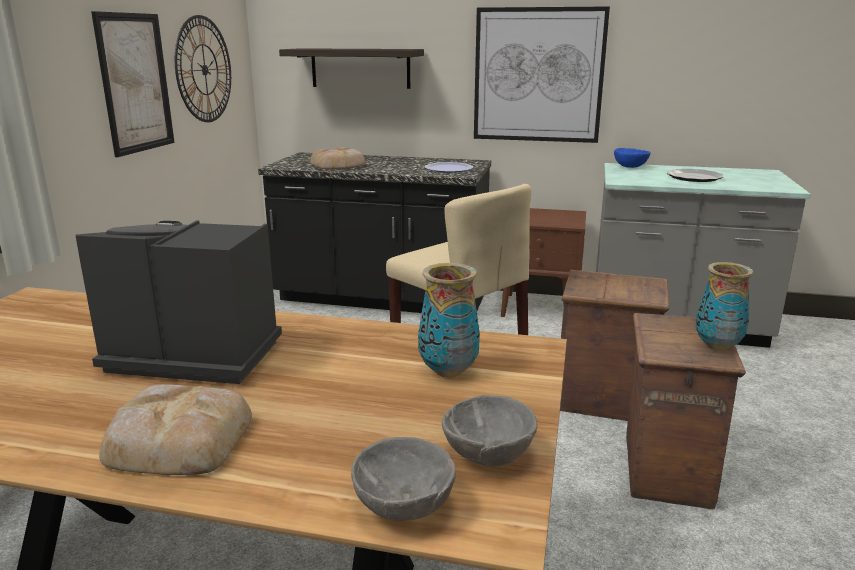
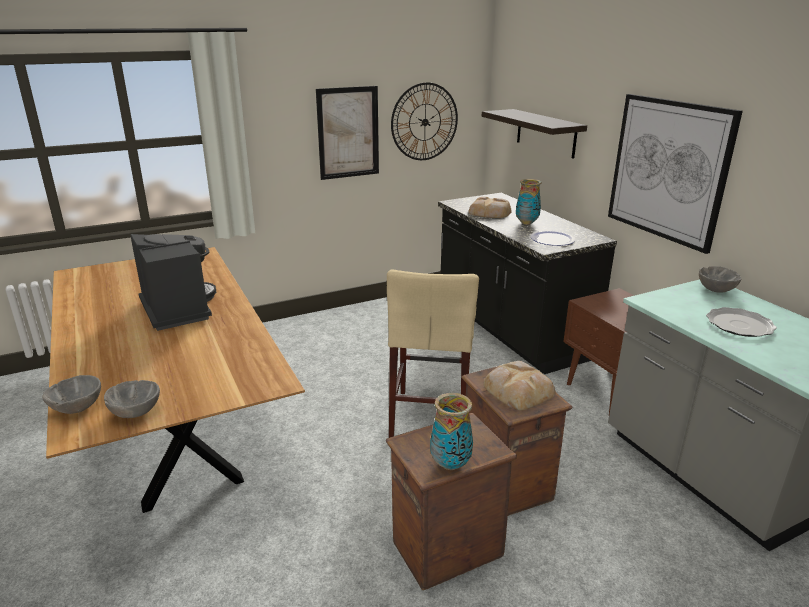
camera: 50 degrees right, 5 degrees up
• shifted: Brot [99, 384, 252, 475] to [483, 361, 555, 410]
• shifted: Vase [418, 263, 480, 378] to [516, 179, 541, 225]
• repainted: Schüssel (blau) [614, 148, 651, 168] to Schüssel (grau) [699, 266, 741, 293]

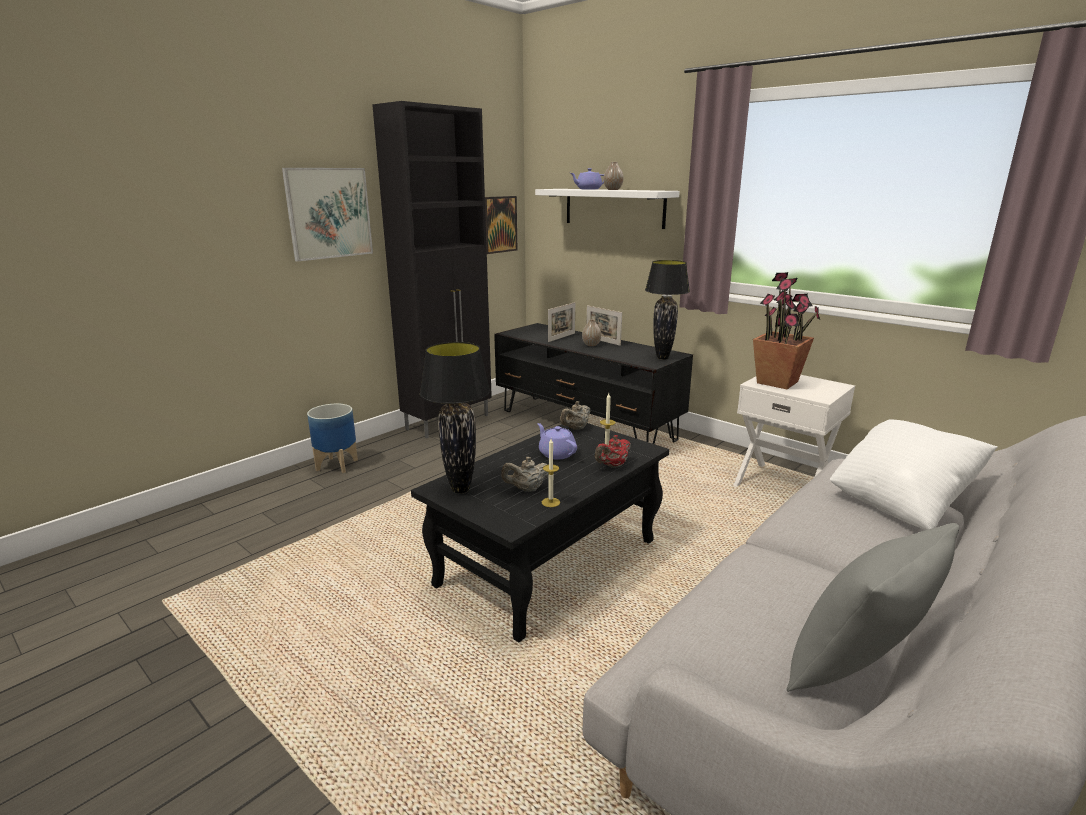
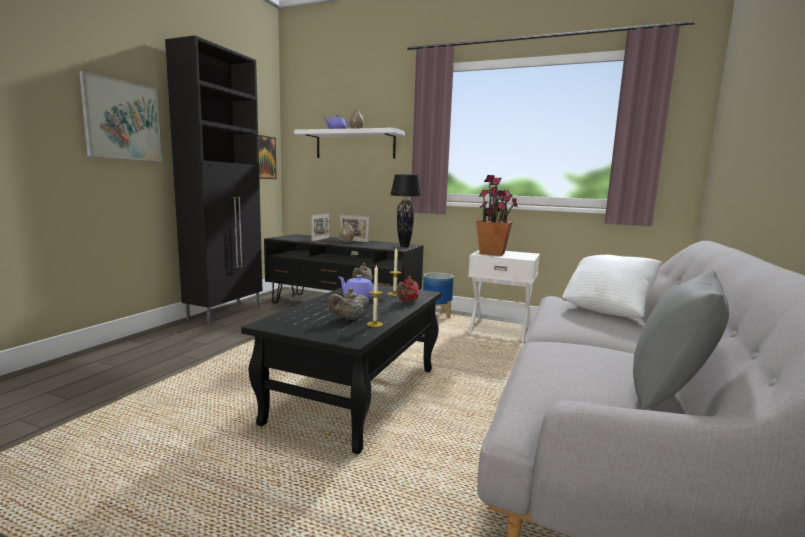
camera: 20 degrees left, 10 degrees down
• shifted: Pflanzkübel [307, 404, 358, 473] to [423, 273, 454, 318]
• gone: Tischlampe (schwarz) [420, 342, 490, 494]

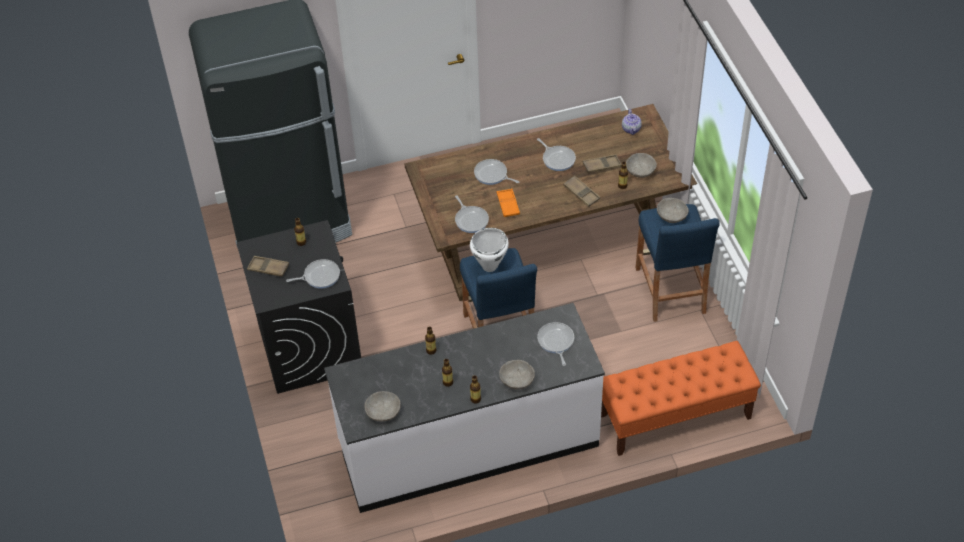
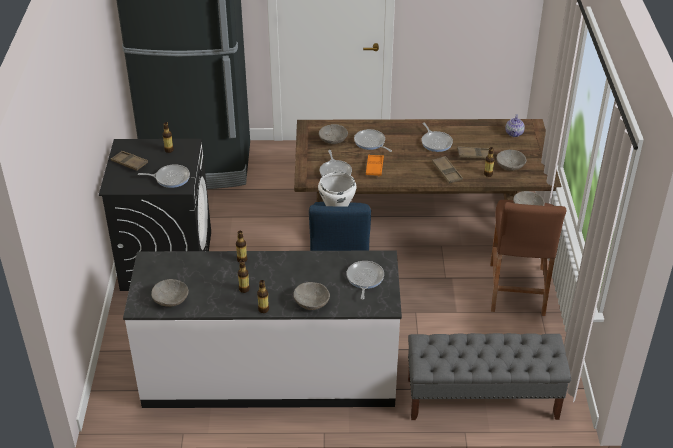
camera: 15 degrees right, 10 degrees down
• new: Schüssel (grau) [319, 124, 348, 144]
• repainted: Bank (orange) [601, 341, 761, 456] to Bank (grau) [408, 333, 571, 420]
• repainted: Hocker (blau) [636, 204, 720, 322] to Hocker (braun) [490, 200, 566, 316]

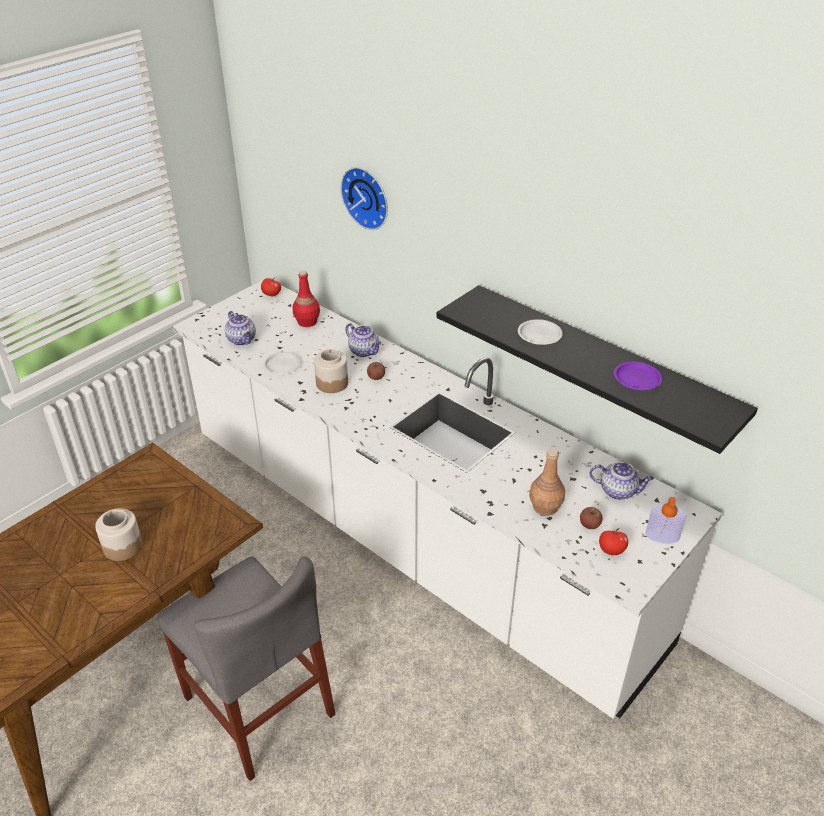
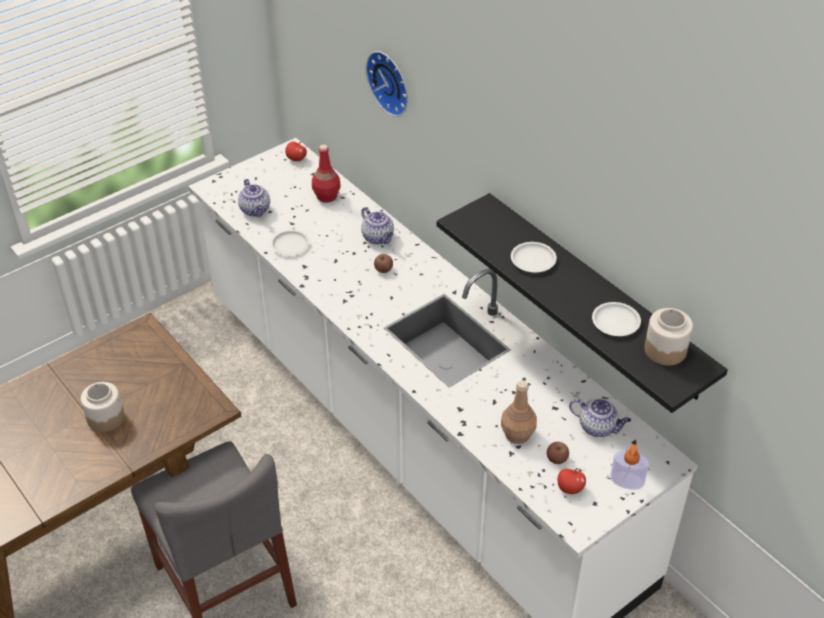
camera: 10 degrees right, 5 degrees up
• repainted: Teller (lila) [614, 361, 662, 390] to Teller (weiß) [592, 302, 641, 336]
• shifted: Vorratsglas [314, 349, 348, 393] to [644, 308, 693, 366]

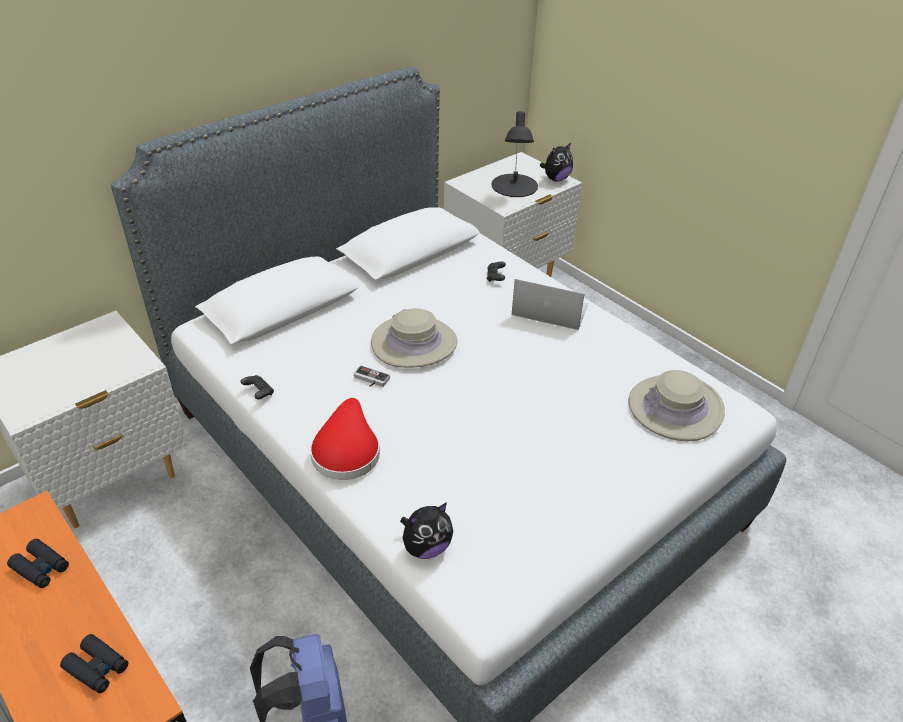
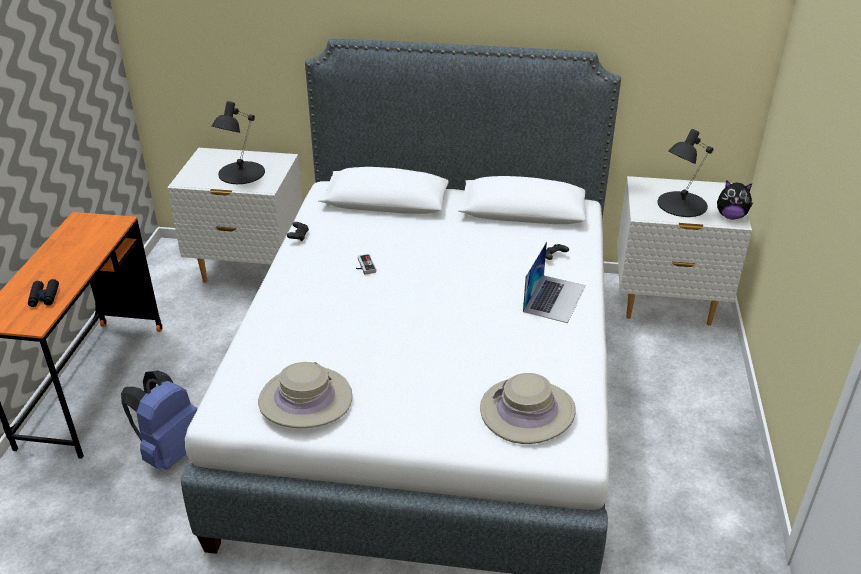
camera: 50 degrees right, 5 degrees down
• new: Tischlampe (schwarz) [212, 101, 265, 184]
• shifted: Hut (beige) [371, 308, 458, 368] to [258, 362, 353, 428]
• rotated: Laptop [512, 279, 588, 330] = [523, 241, 586, 323] 45 degrees clockwise
• gone: Fernglas (schwarz) [7, 539, 69, 588]
• gone: Hut (rot) [310, 398, 380, 480]
• gone: Plüschtier [400, 502, 453, 559]

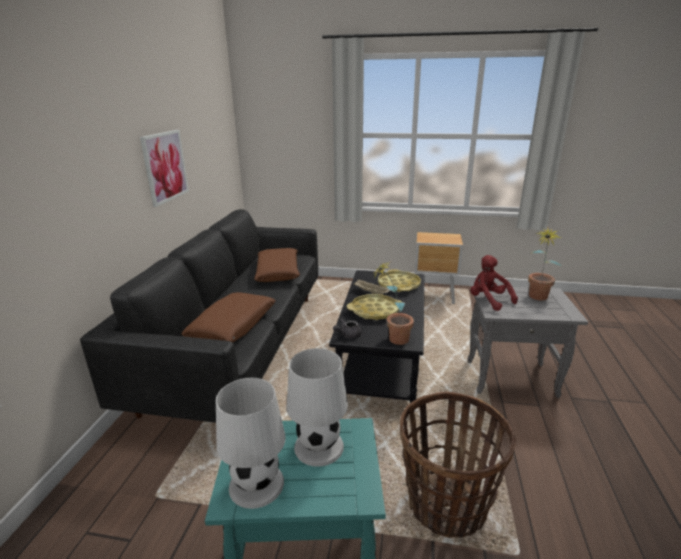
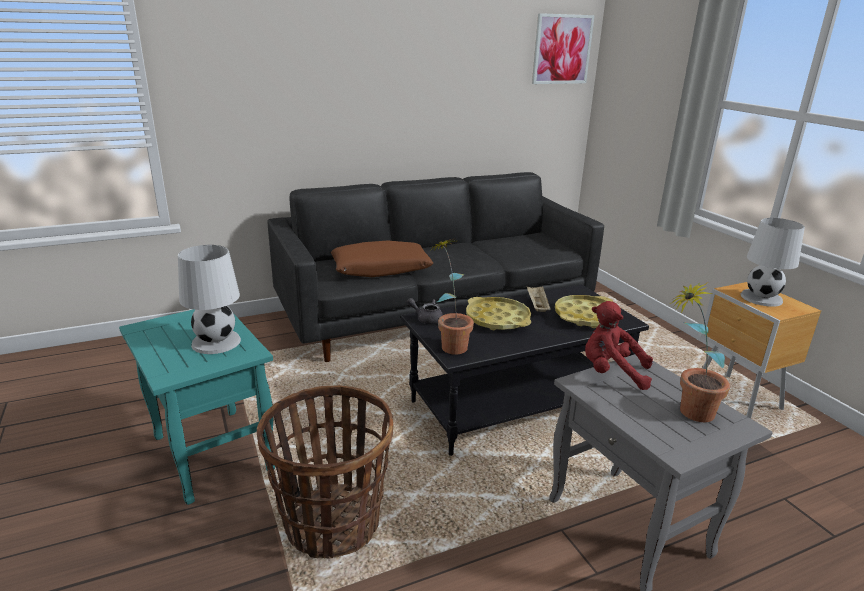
camera: 55 degrees right, 0 degrees up
• shifted: Bild [140, 130, 189, 207] to [532, 13, 595, 84]
• rotated: Plüschtier (rot) [470, 255, 518, 311] = [585, 301, 653, 390] 90 degrees counterclockwise
• shifted: Tischlampe (weiß) [216, 378, 286, 509] to [740, 218, 805, 307]
• gone: Kissen (braun) [254, 248, 300, 282]

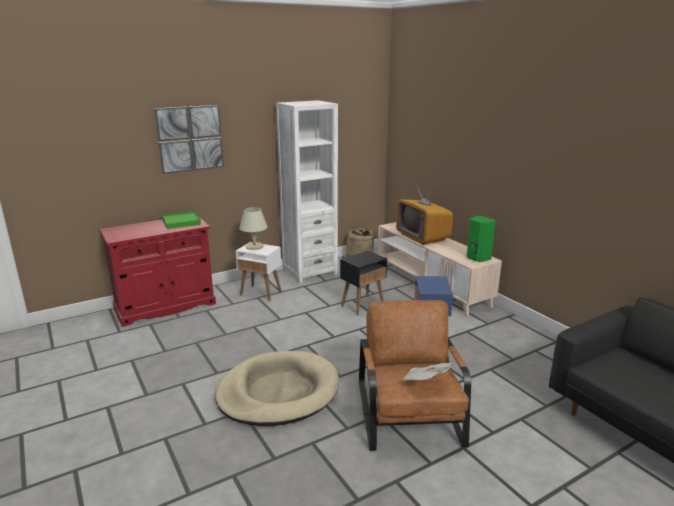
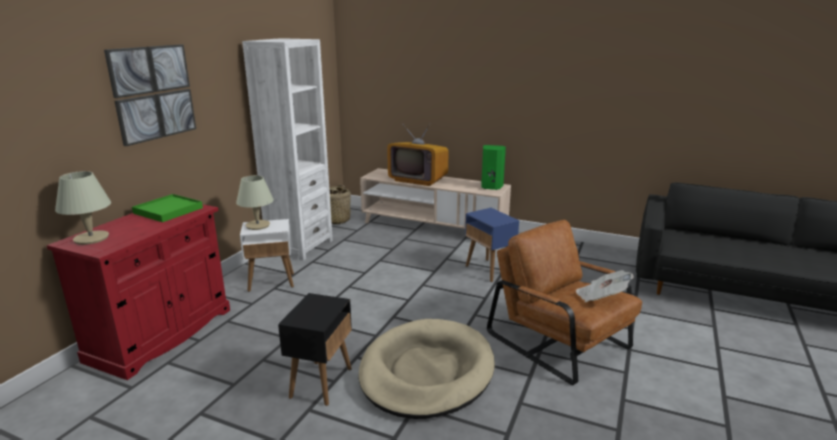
camera: 35 degrees left, 0 degrees up
• new: Tischlampe (beige) [55, 171, 111, 245]
• shifted: Beistelltisch (schwarz) [340, 251, 387, 315] to [278, 293, 352, 406]

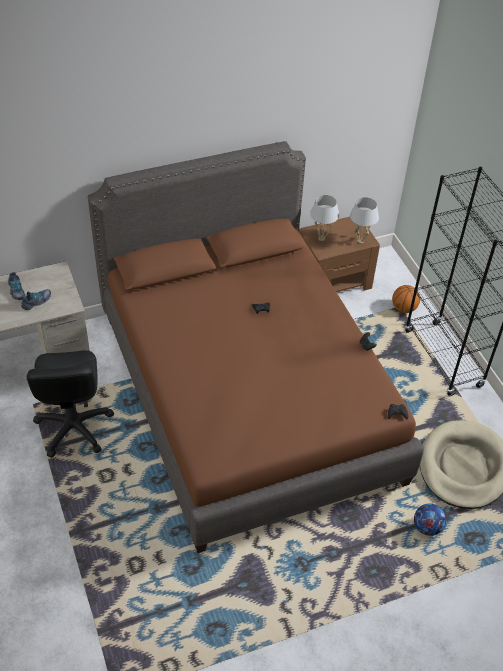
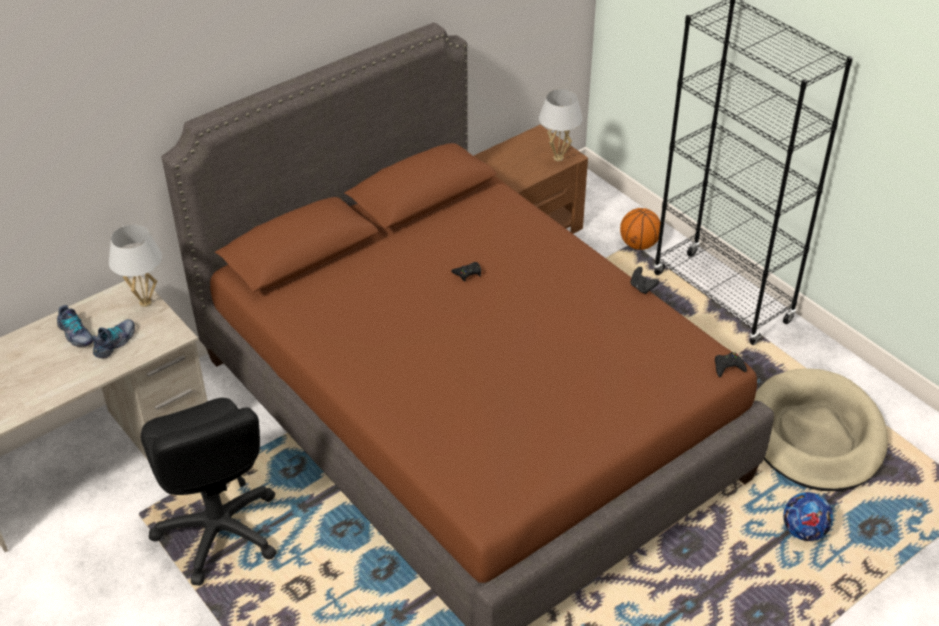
camera: 15 degrees left, 5 degrees down
• shifted: Tischlampe (weiß) [310, 195, 339, 241] to [109, 225, 162, 307]

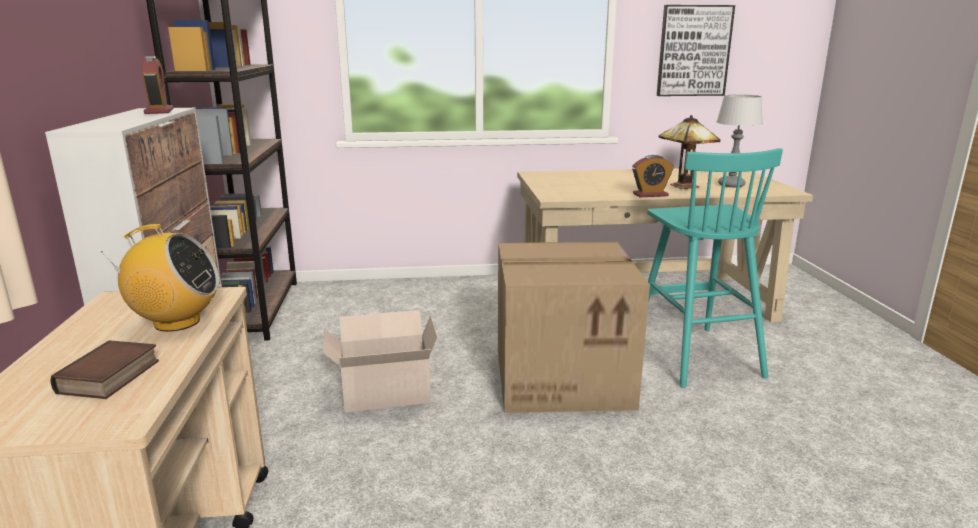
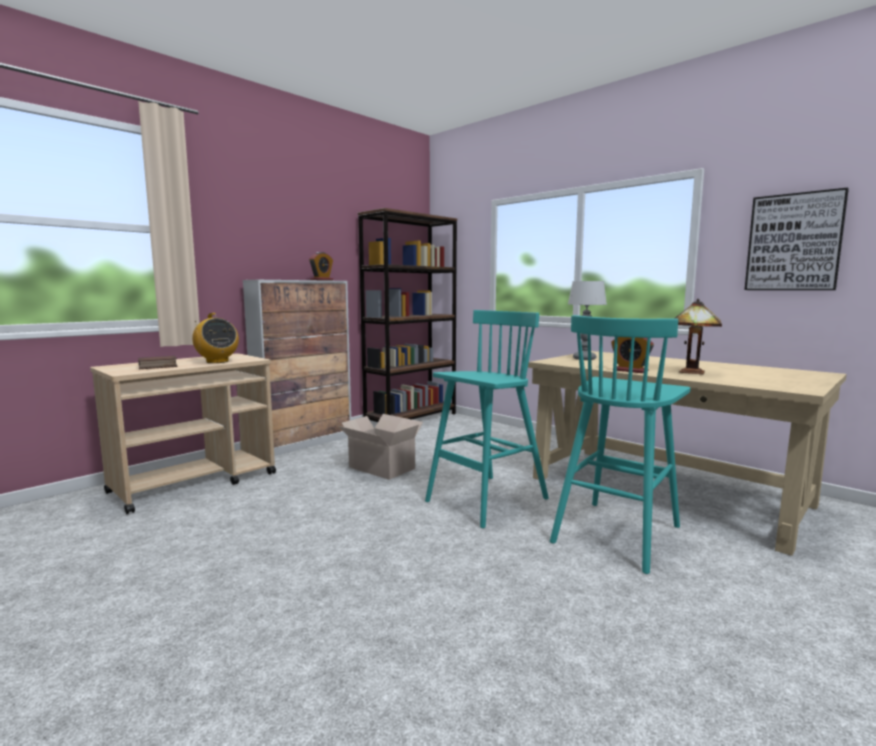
camera: 50 degrees right, 10 degrees down
• swapped: Karton [498, 242, 650, 413] to Hocker (türkis) [425, 310, 549, 528]
• shifted: Tischlampe [717, 95, 763, 187] to [568, 281, 607, 360]

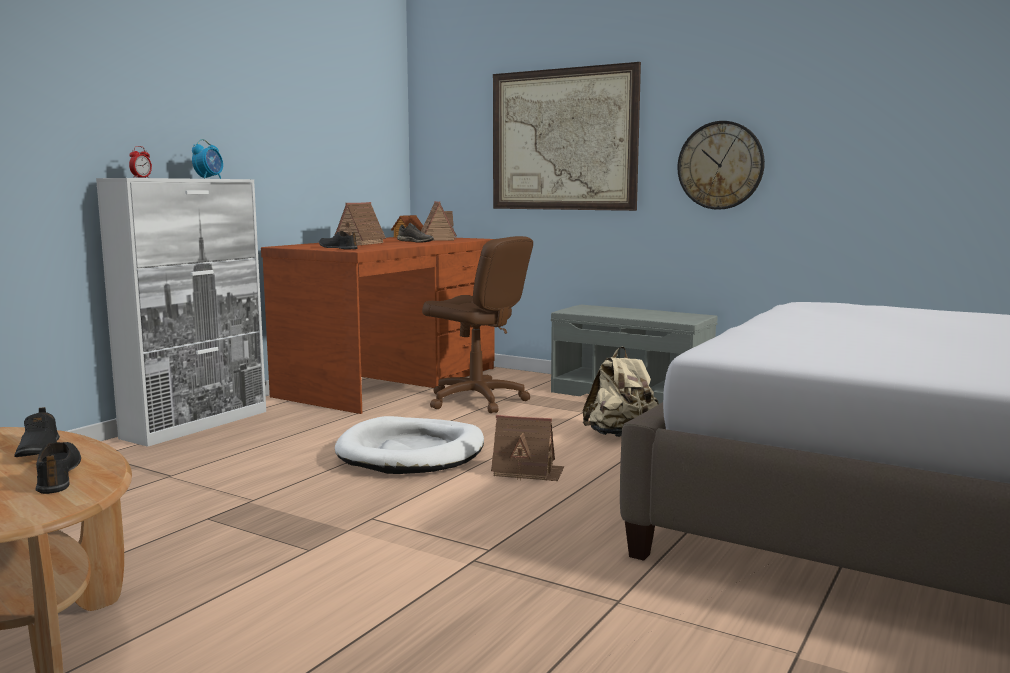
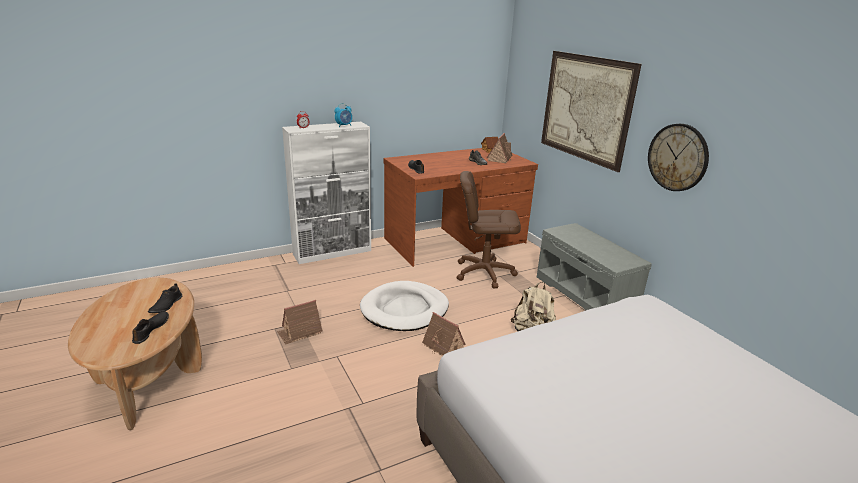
camera: 30 degrees right, 15 degrees up
• shifted: Spielzeughaus [334, 202, 386, 246] to [277, 300, 322, 345]
• rotated: Bürostuhl (braun) [422, 236, 533, 413] = [457, 171, 521, 289] 120 degrees clockwise

